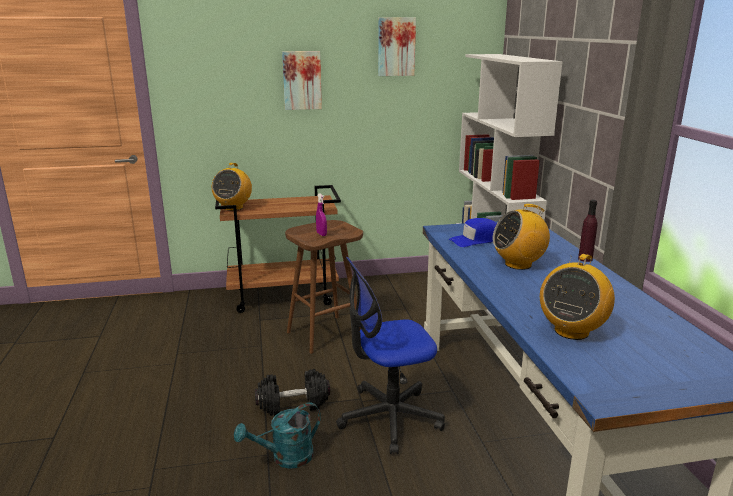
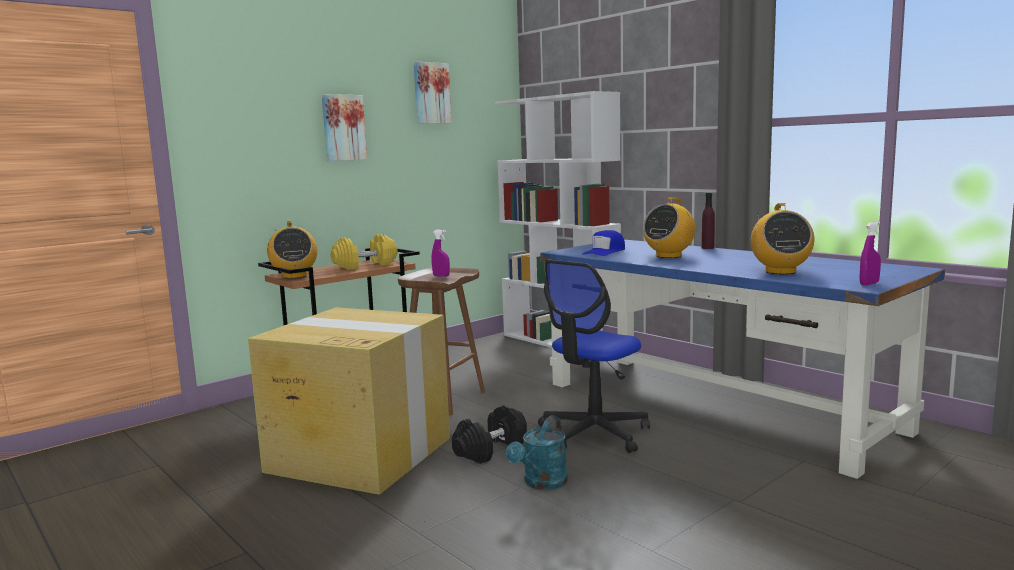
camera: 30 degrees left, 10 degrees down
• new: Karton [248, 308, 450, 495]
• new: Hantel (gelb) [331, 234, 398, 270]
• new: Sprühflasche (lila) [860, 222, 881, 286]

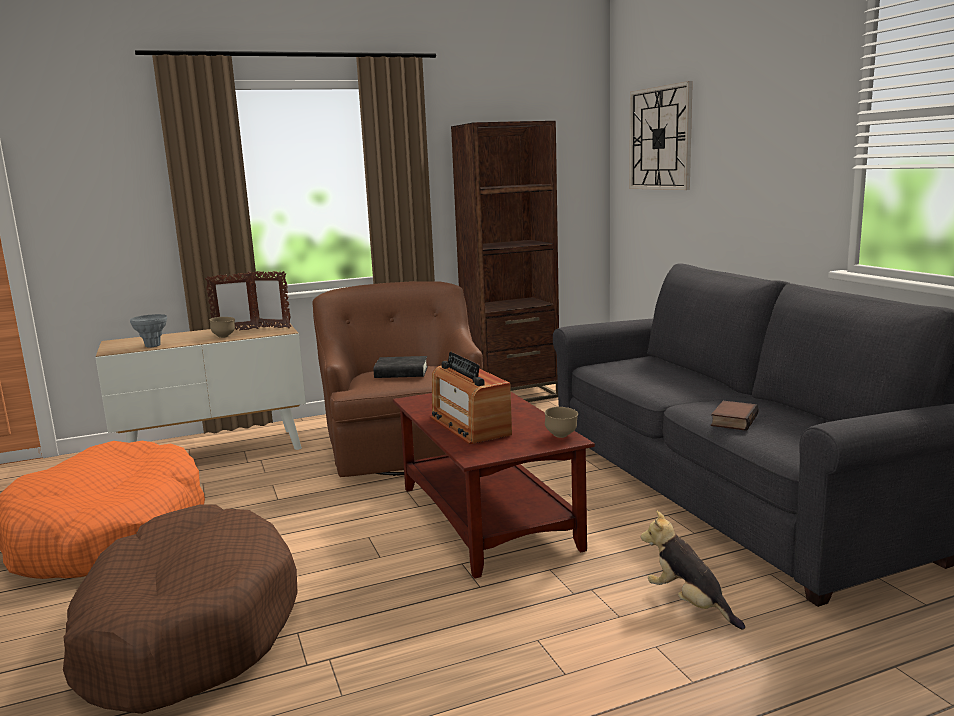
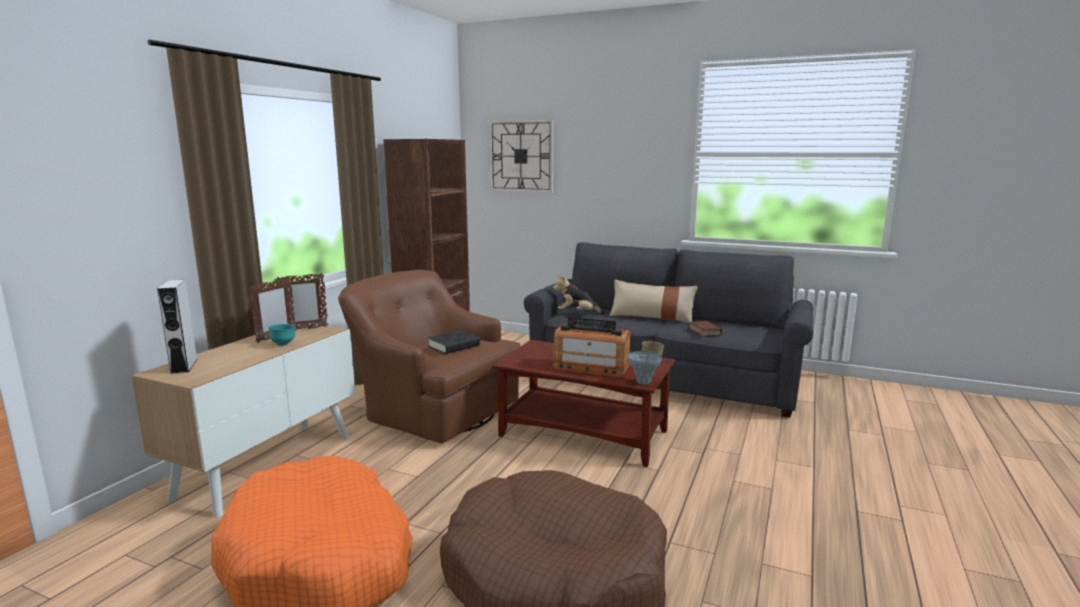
camera: 45 degrees left, 0 degrees up
• new: Lautsprecher (grau) [157, 279, 197, 374]
• repainted: Schüssel (braun) [209, 317, 235, 338] to Schüssel (türkis) [269, 324, 295, 346]
• shifted: Plüschtier [641, 510, 745, 630] to [553, 275, 606, 314]
• new: Kissen (beige) [610, 280, 698, 324]
• shifted: Vase (grau) [130, 314, 167, 348] to [628, 351, 662, 385]

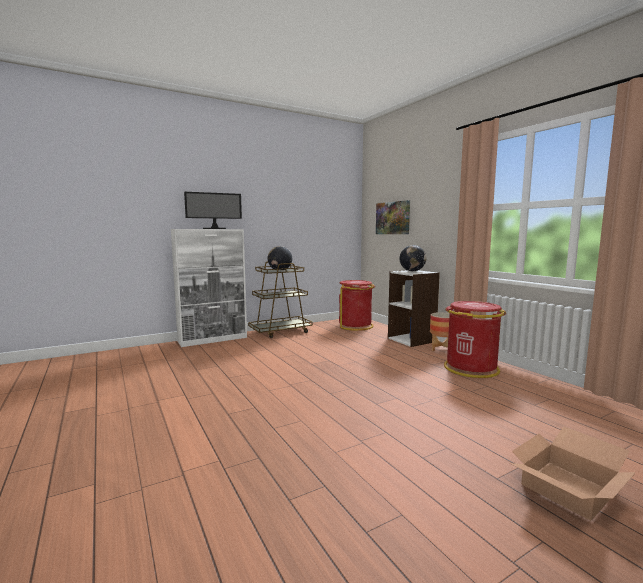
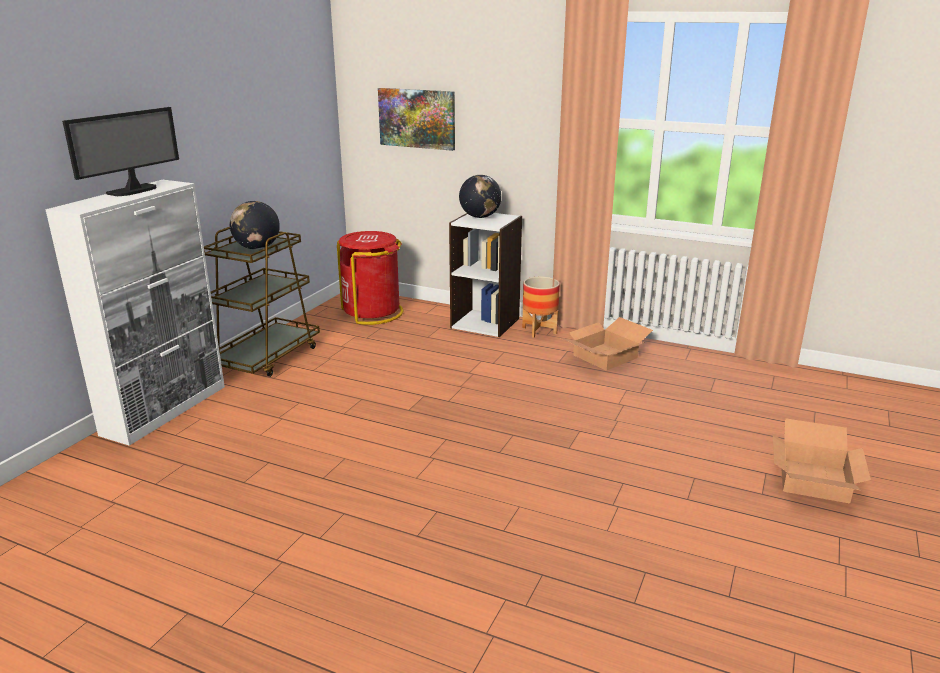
camera: 35 degrees left, 15 degrees up
• swapped: Mülleimer (rot) [444, 301, 506, 378] to Karton [561, 317, 653, 371]

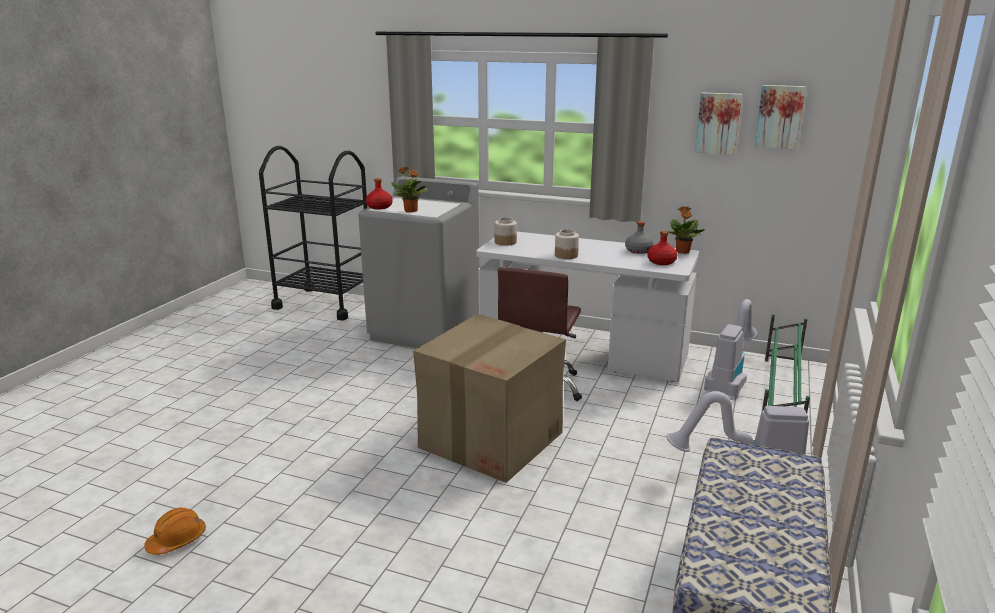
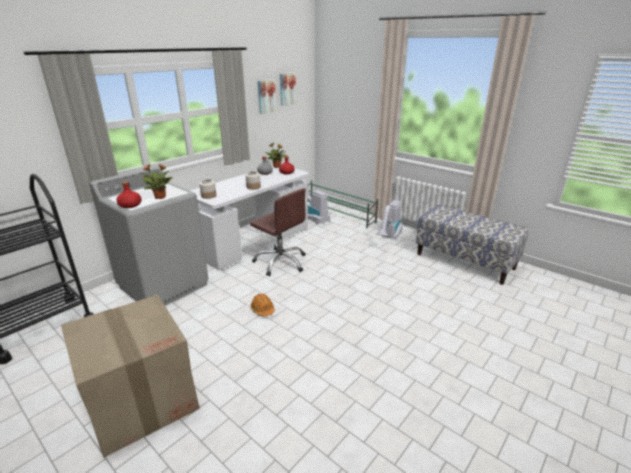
camera: 70 degrees left, 5 degrees up
• shifted: Karton [413, 314, 566, 483] to [61, 295, 200, 458]
• shifted: Schutzhelm (orange) [144, 508, 206, 555] to [251, 294, 275, 316]

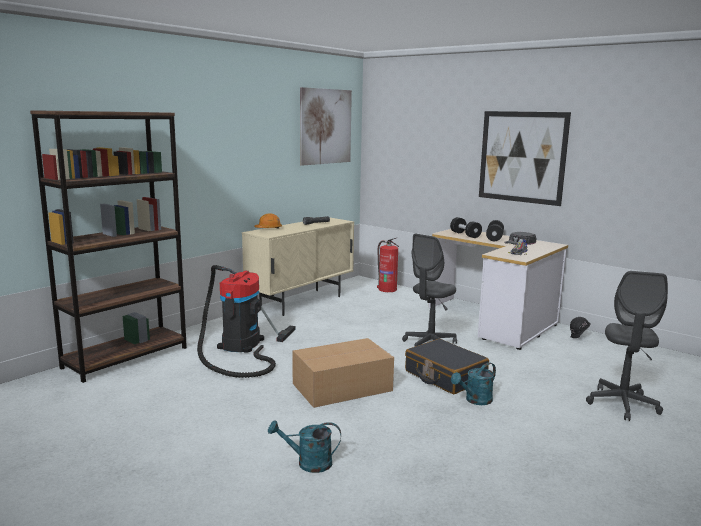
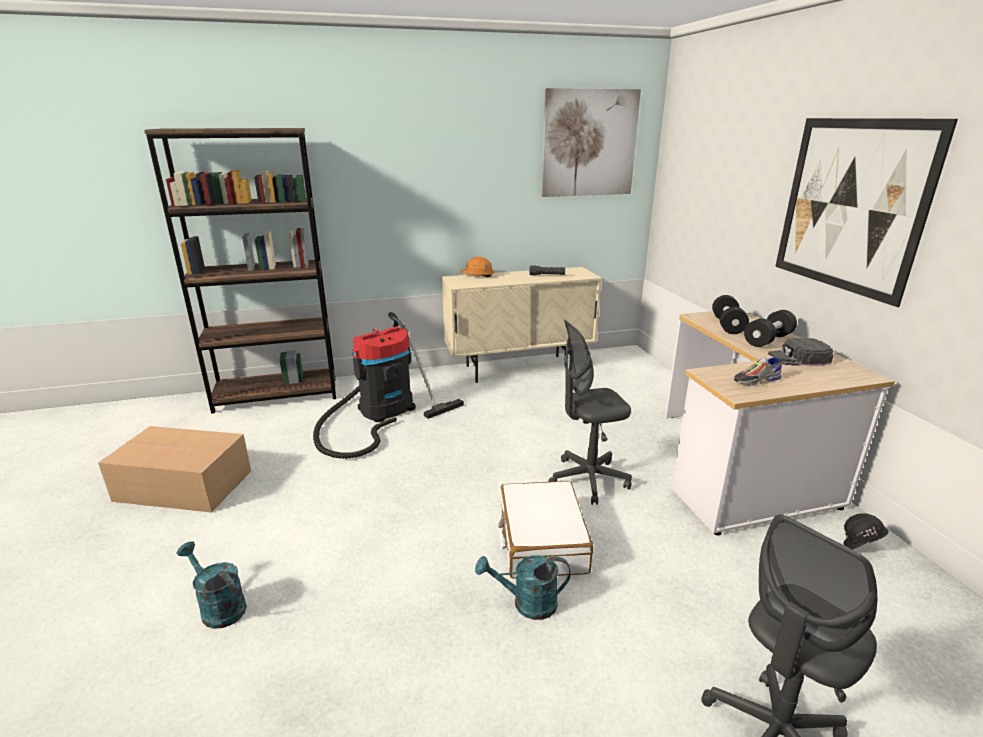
camera: 35 degrees right, 10 degrees up
• shifted: Karton [292, 338, 394, 408] to [98, 426, 251, 512]
• repainted: Koffer (schwarz) [405, 339, 489, 394] to Koffer (weiß) [499, 481, 593, 579]
• gone: Feuerlöscher [377, 238, 399, 292]

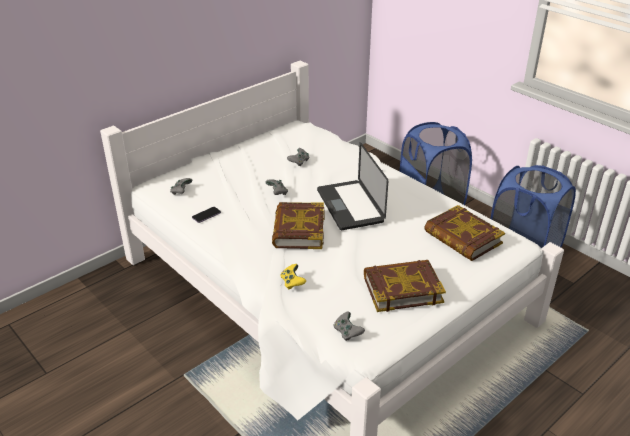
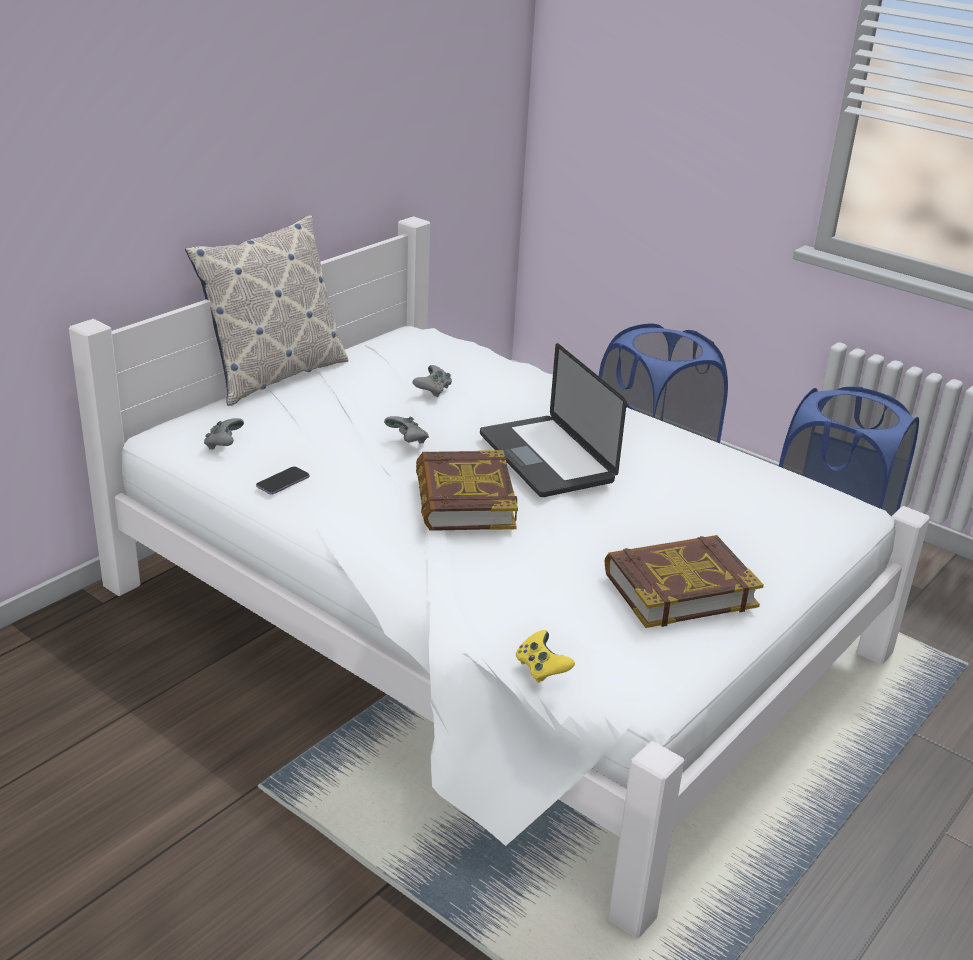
camera: 10 degrees left, 5 degrees down
• new: Kissen [185, 215, 348, 406]
• shifted: Gamepad (gelb) [280, 264, 306, 290] to [516, 630, 575, 683]
• gone: Gamepad (grau) [334, 311, 365, 341]
• gone: Buch [424, 205, 505, 261]

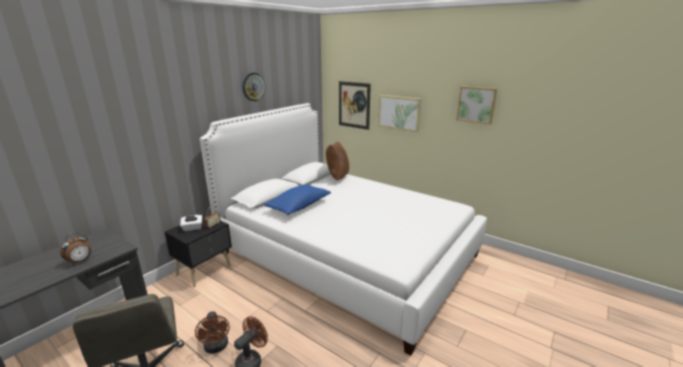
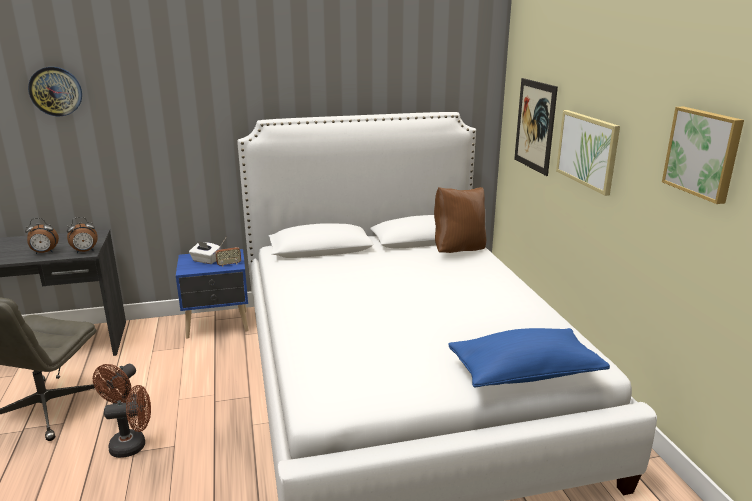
camera: 40 degrees right, 0 degrees up
• shifted: Wanduhr [242, 73, 265, 101] to [28, 67, 82, 116]
• new: Wecker [67, 217, 98, 253]
• repainted: Nachttisch (schwarz) [164, 214, 232, 287] to Nachttisch (blau) [176, 249, 249, 338]
• shifted: Kissen (blau) [264, 185, 331, 215] to [448, 328, 610, 388]

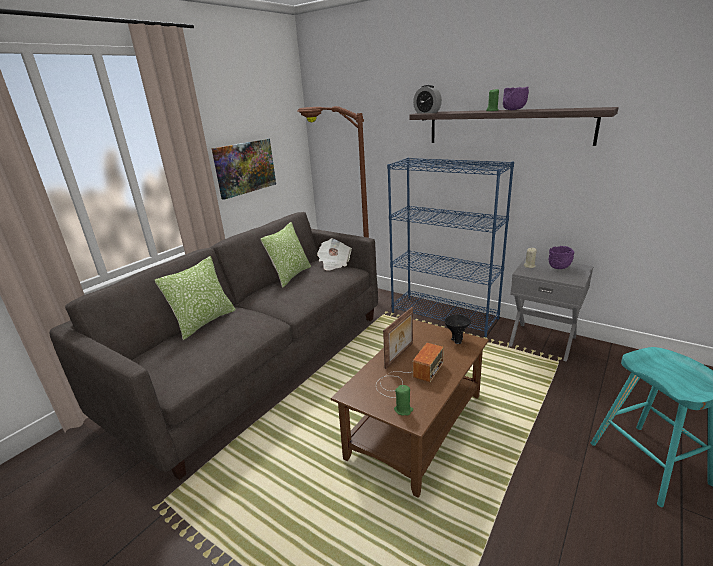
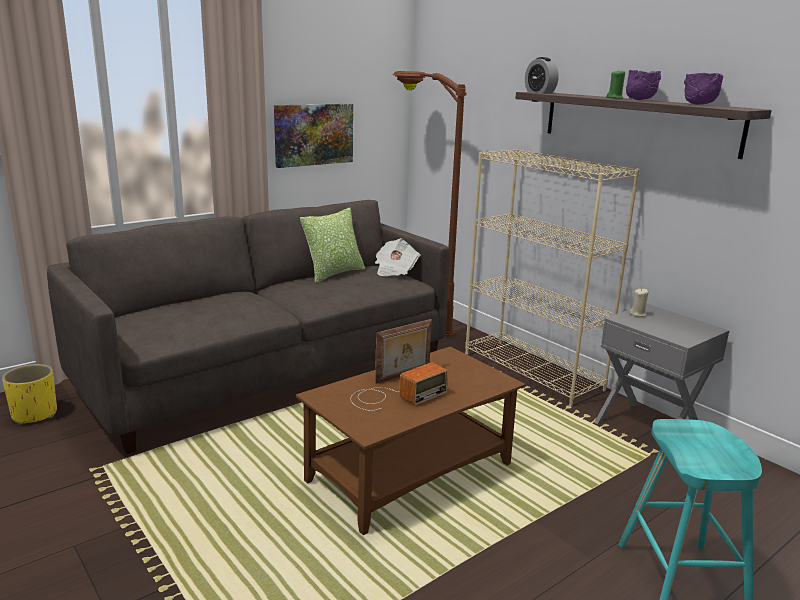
camera: 15 degrees right, 5 degrees down
• new: Pflanzkübel (gelb) [2, 364, 57, 425]
• repainted: Bücherregal (blau) [387, 158, 514, 337] to Bücherregal (beige) [465, 149, 640, 407]
• shifted: Schüssel (lila) [549, 246, 574, 269] to [684, 73, 723, 105]
• gone: Kissen [155, 256, 235, 340]
• gone: Kerze (grün) [394, 385, 413, 415]
• gone: Schüssel (schwarz) [444, 314, 471, 344]

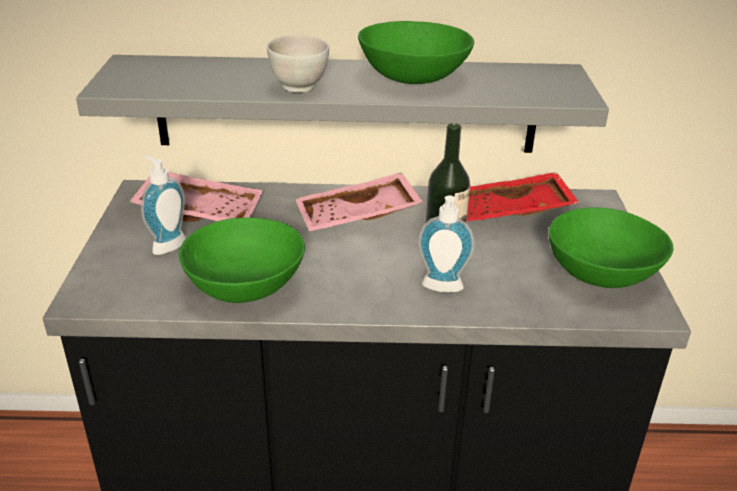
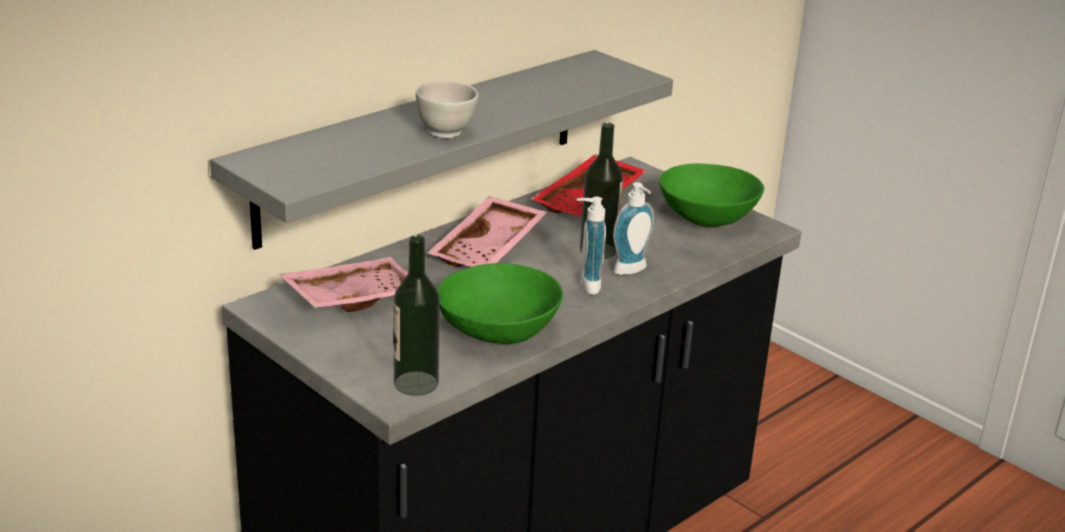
camera: 45 degrees left, 5 degrees down
• new: Flasche [393, 235, 440, 396]
• shifted: Seifenspender [141, 155, 186, 255] to [577, 197, 606, 295]
• gone: Schüssel (grün) [358, 21, 474, 84]

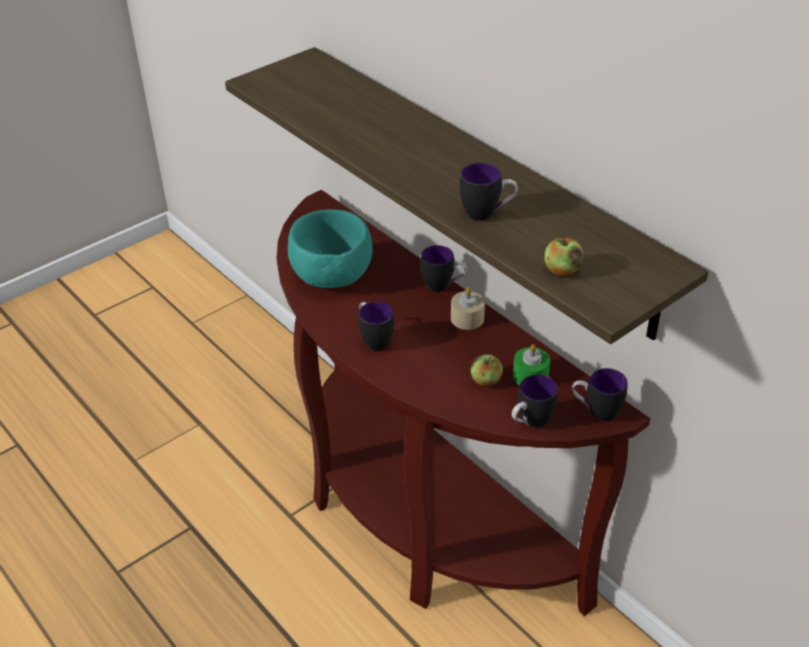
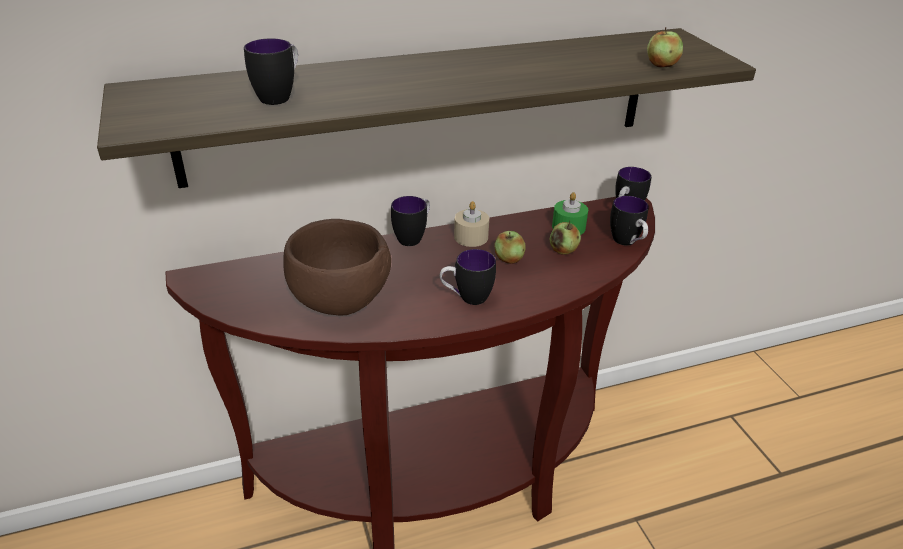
camera: 70 degrees left, 5 degrees down
• shifted: Henkelbecher [460, 163, 518, 221] to [244, 38, 298, 105]
• repainted: Schüssel (türkis) [288, 209, 373, 288] to Schüssel (braun) [283, 219, 391, 315]
• new: Apfel [494, 231, 526, 264]

